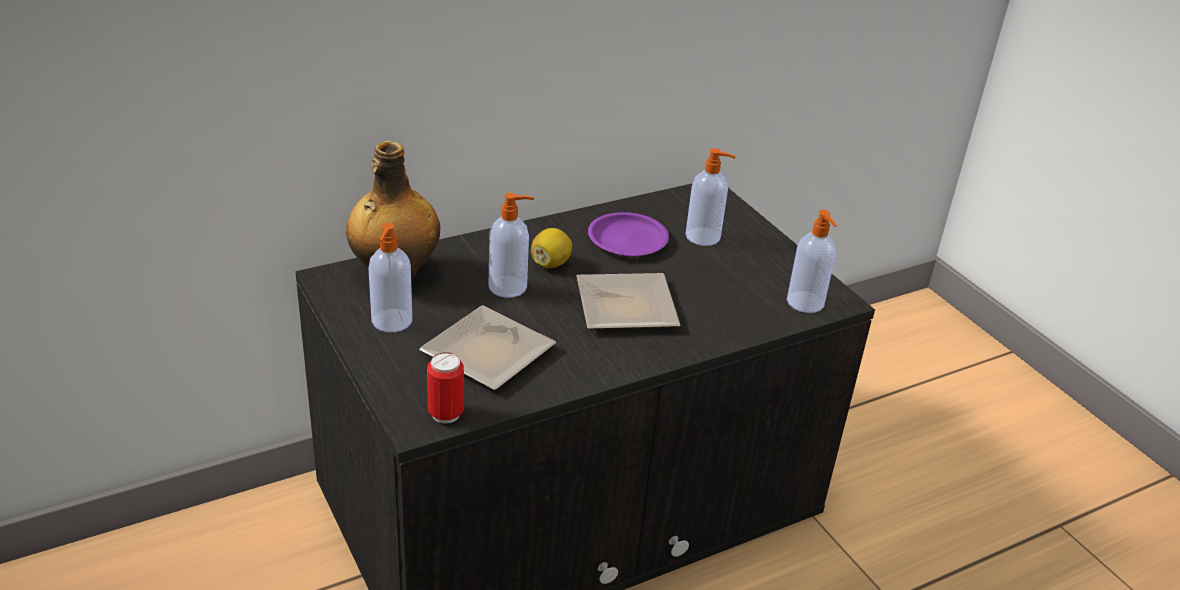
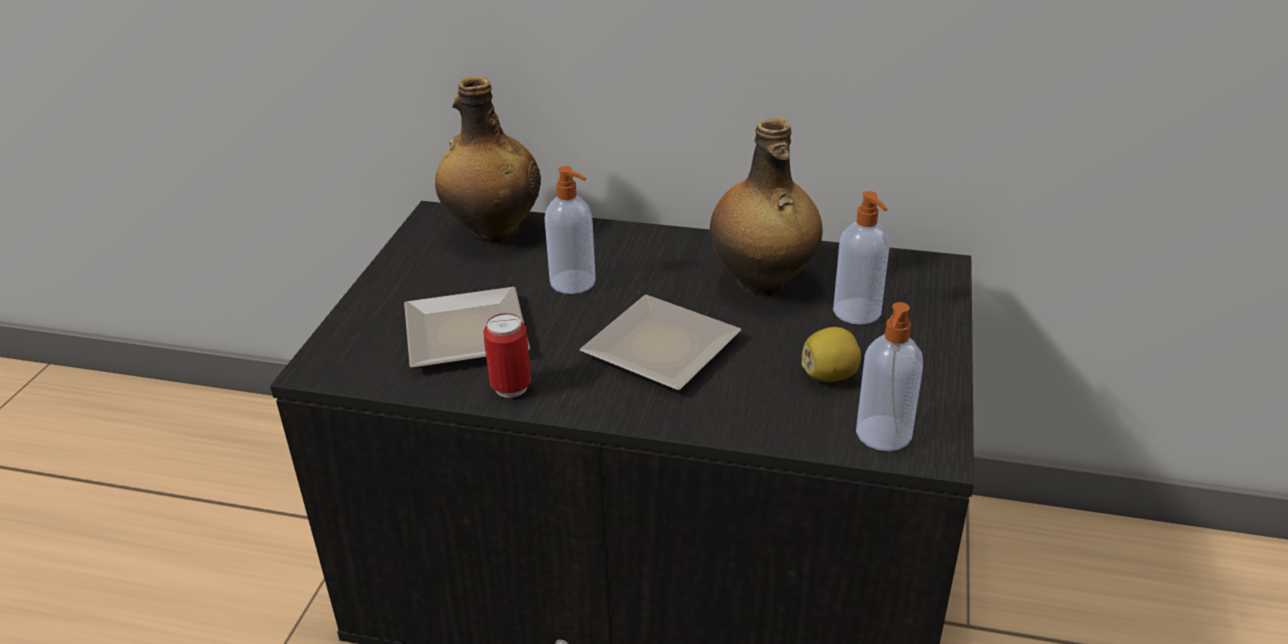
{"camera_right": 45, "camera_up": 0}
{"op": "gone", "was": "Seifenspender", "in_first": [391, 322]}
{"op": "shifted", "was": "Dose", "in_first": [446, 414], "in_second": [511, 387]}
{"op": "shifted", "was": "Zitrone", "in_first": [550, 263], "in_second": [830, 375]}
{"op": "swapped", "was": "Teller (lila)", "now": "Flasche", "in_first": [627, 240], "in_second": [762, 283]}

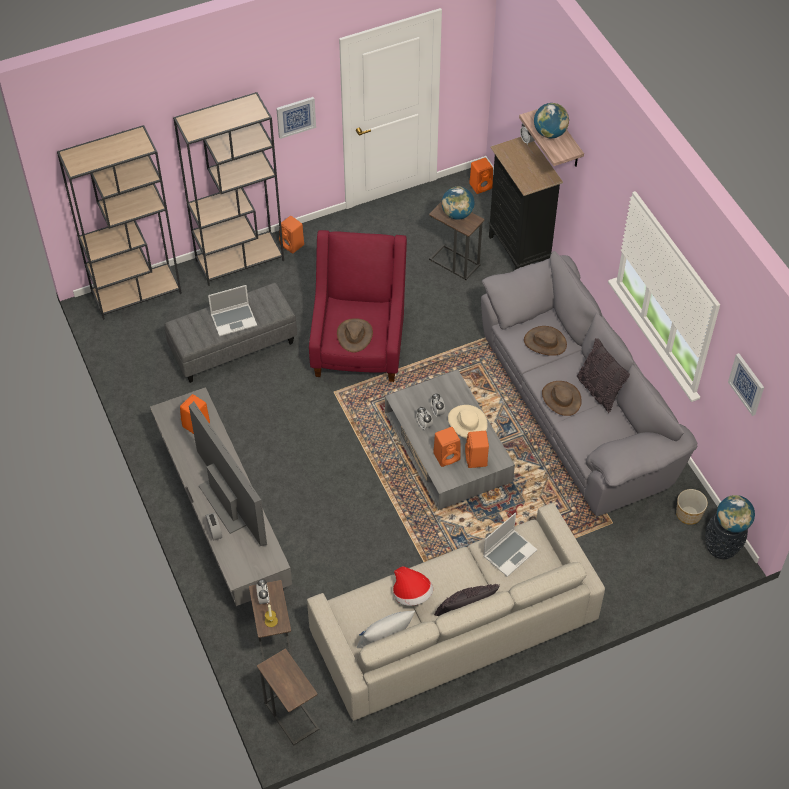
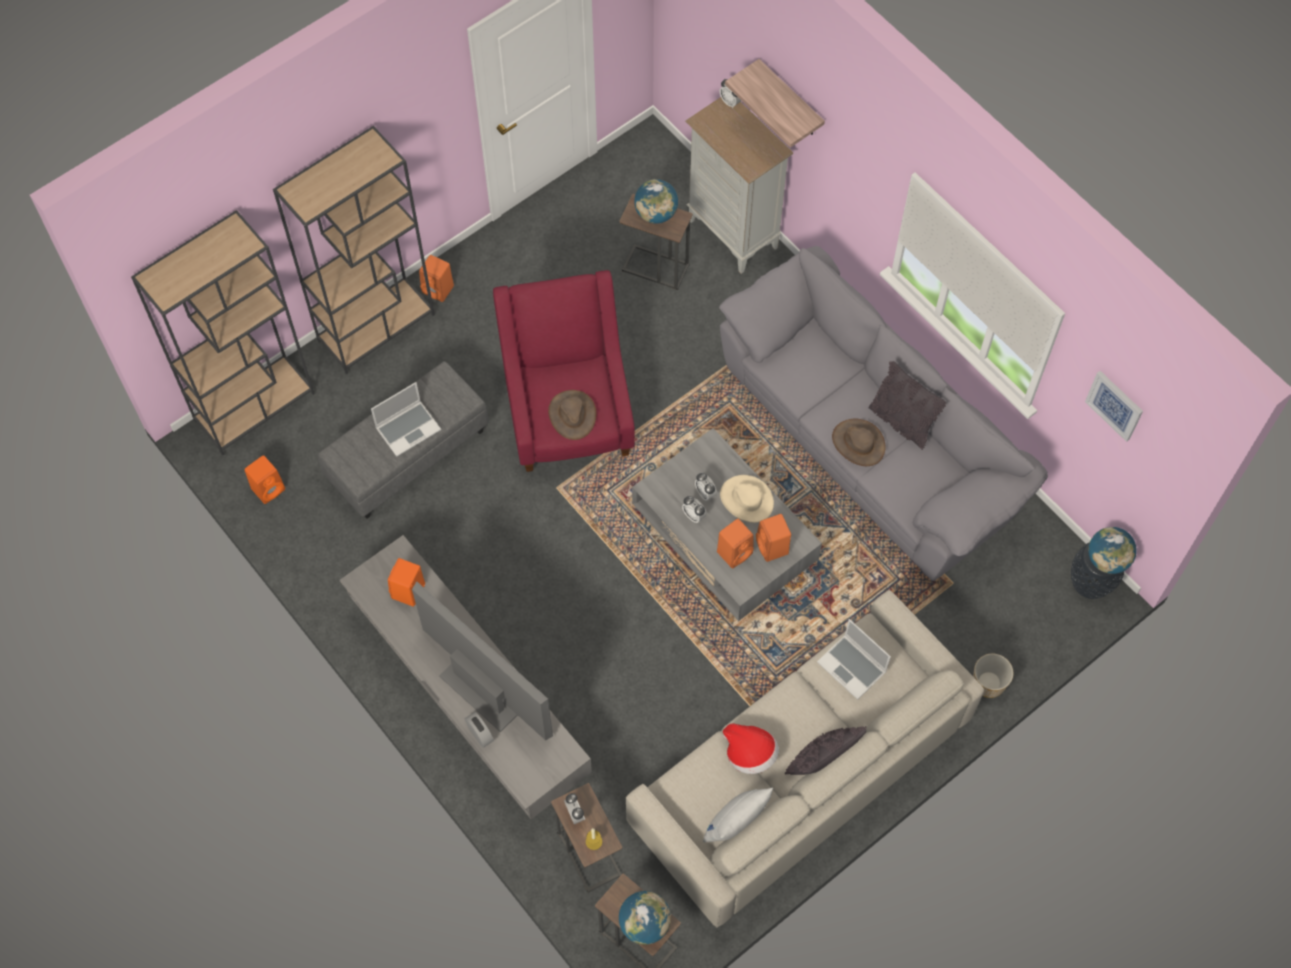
{"camera_right": -15, "camera_up": 10}
{"op": "gone", "was": "Bild", "in_first": [295, 116]}
{"op": "shifted", "was": "Lautsprecher (orange)", "in_first": [481, 186], "in_second": [269, 488]}
{"op": "rotated", "was": "Laptop", "in_first": [509, 553], "in_second": [853, 667], "clockwise": 105}
{"op": "repainted", "was": "Kommode (schwarz)", "now": "Kommode (weiß)", "in_first": [518, 253], "in_second": [733, 236]}
{"op": "gone", "was": "Hut (braun)", "in_first": [545, 342]}
{"op": "shifted", "was": "Globus", "in_first": [550, 133], "in_second": [644, 924]}
{"op": "shifted", "was": "Pflanzkübel", "in_first": [688, 515], "in_second": [988, 683]}

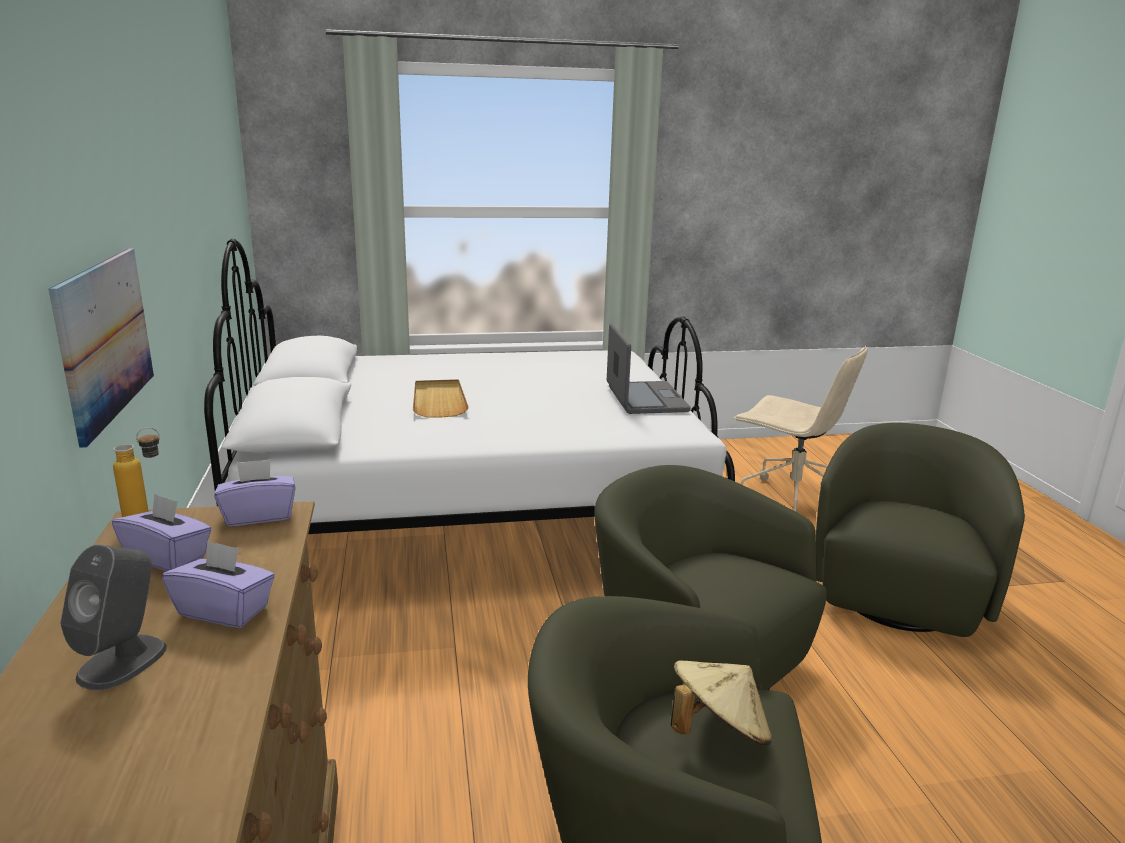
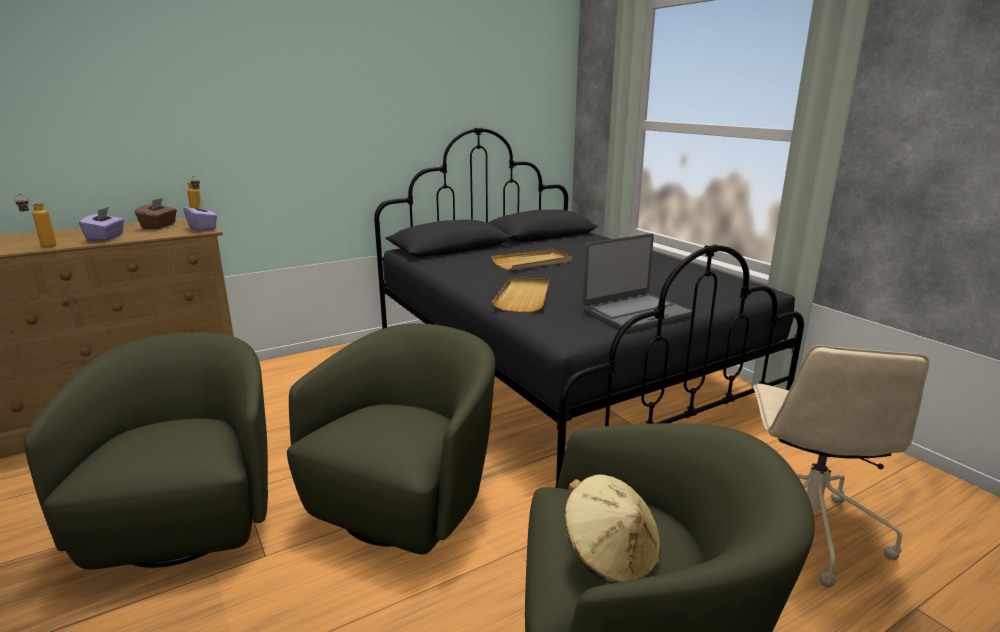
{"camera_right": 70, "camera_up": 0}
{"op": "gone", "was": "Bild", "in_first": [105, 339]}
{"op": "gone", "was": "Lautsprecher (grau)", "in_first": [123, 661]}
{"op": "repainted", "was": "Taschentuchbox (lila)", "now": "Taschentuchbox (braun)", "in_first": [167, 557], "in_second": [159, 226]}
{"op": "repainted", "was": "Bett (weiß)", "now": "Bett (schwarz)", "in_first": [476, 514], "in_second": [562, 368]}
{"op": "shifted", "was": "Hut (beige)", "in_first": [718, 731], "in_second": [610, 555]}
{"op": "new", "now": "Flasche", "in_second": [42, 247]}
{"op": "new", "now": "Tablett (beige)", "in_second": [524, 297]}

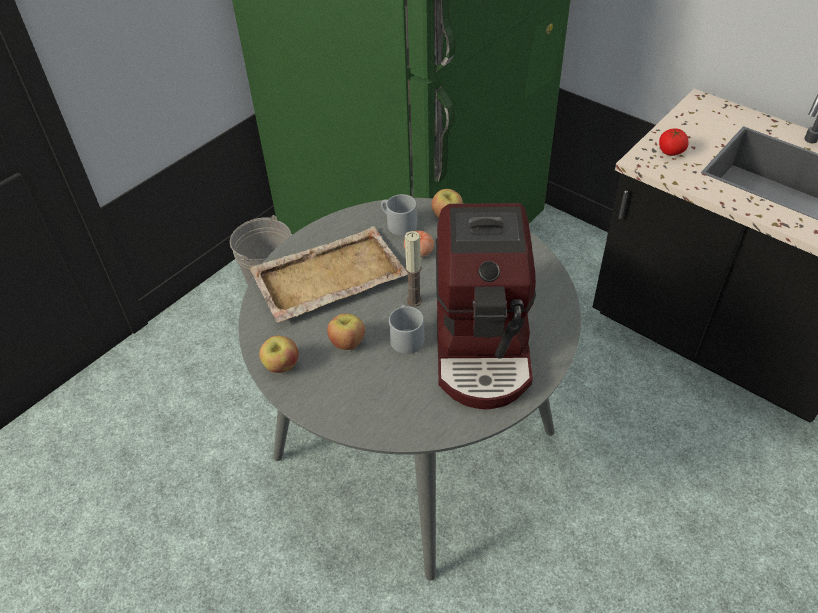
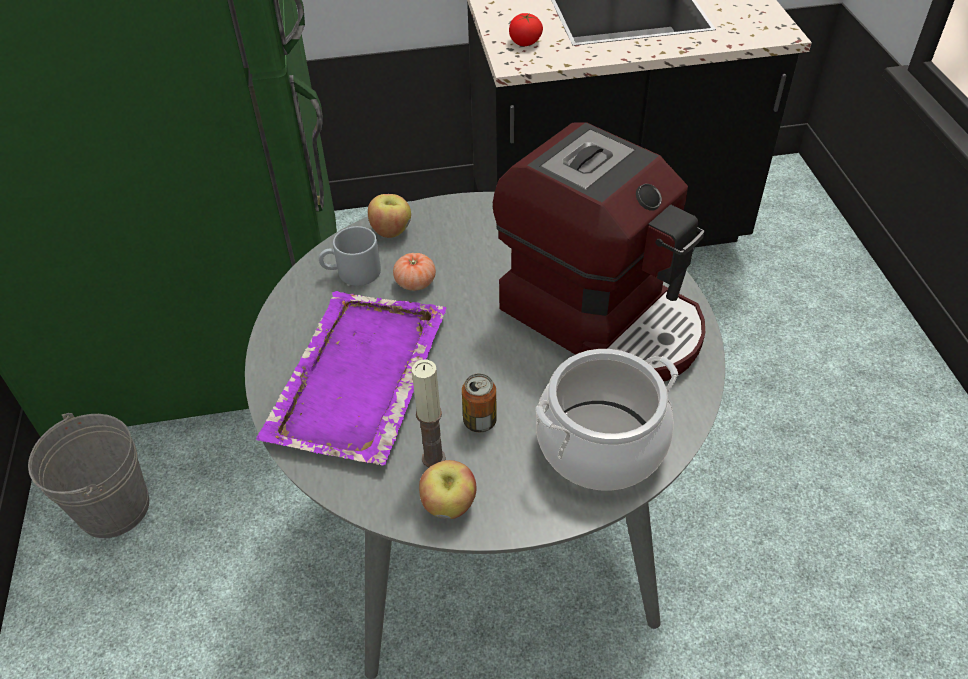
{"camera_right": -50, "camera_up": 0}
{"op": "repainted", "was": "Tablett (beige)", "now": "Tablett (lila)", "in_first": [327, 277], "in_second": [357, 379]}
{"op": "swapped", "was": "Apfel", "now": "Dose", "in_first": [347, 342], "in_second": [480, 421]}
{"op": "gone", "was": "Henkelbecher (grau)", "in_first": [405, 336]}
{"op": "shifted", "was": "Kerze", "in_first": [414, 300], "in_second": [433, 458]}
{"op": "new", "now": "Kochtopf", "in_second": [600, 444]}

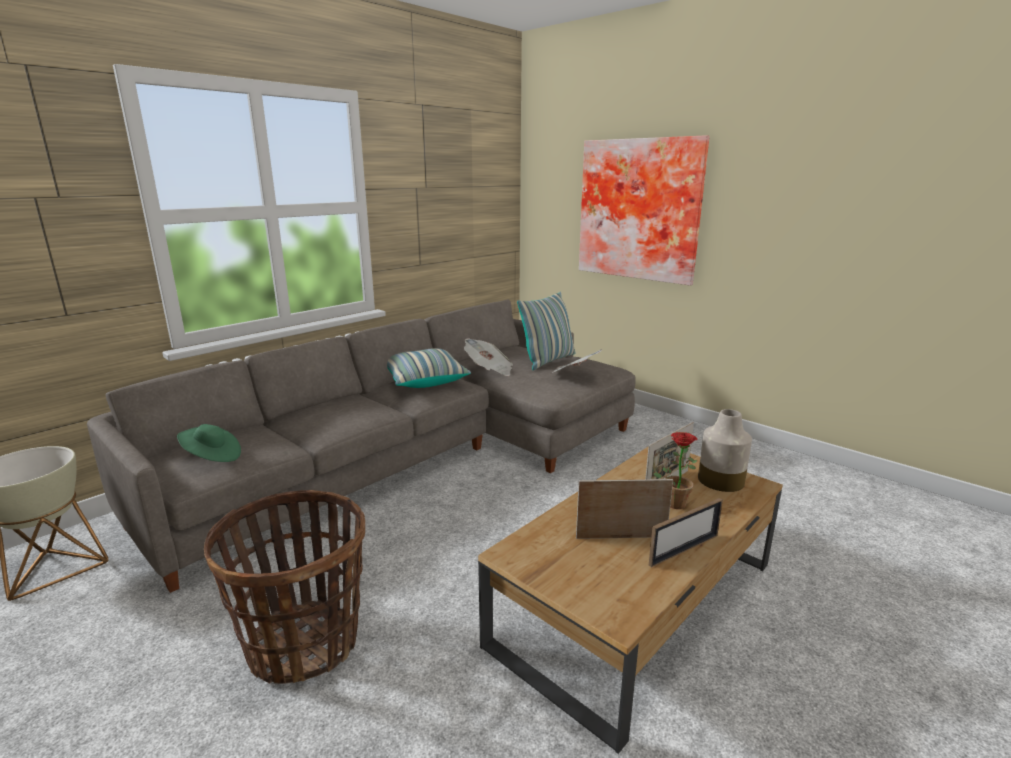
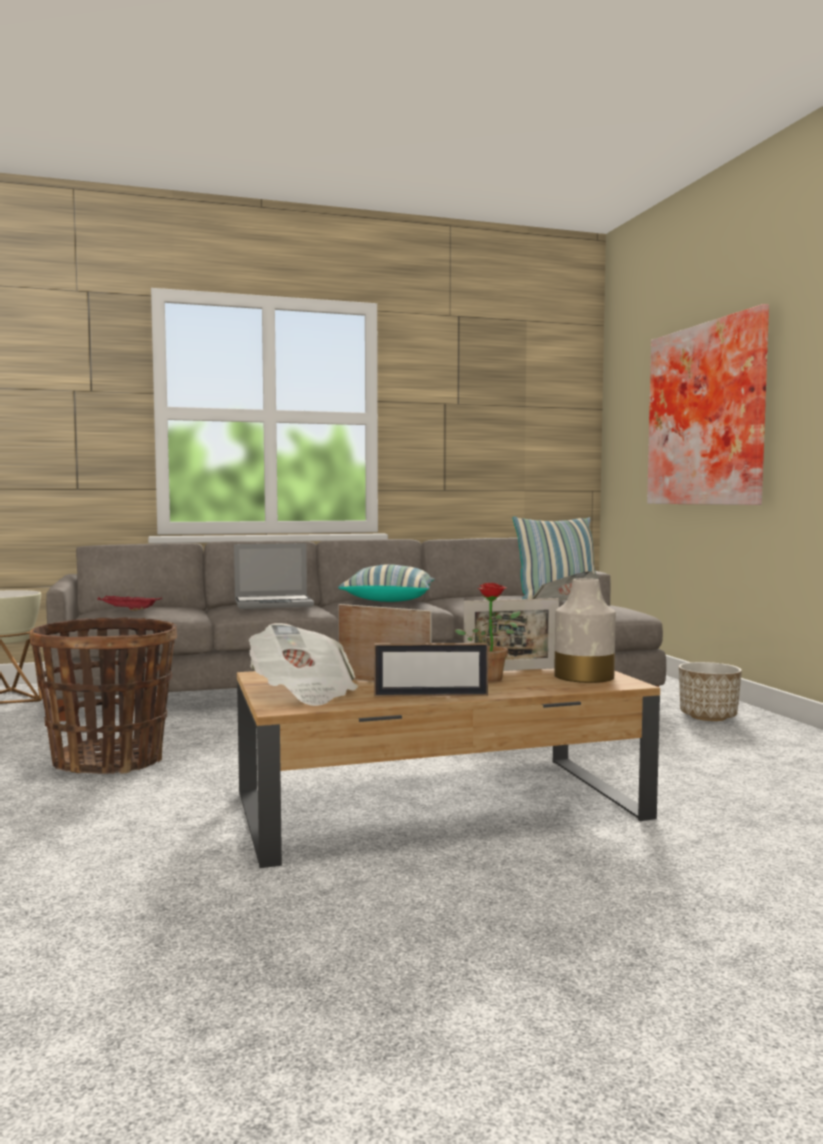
{"camera_right": 30, "camera_up": -15}
{"op": "swapped", "was": "Hut (grün)", "now": "Tablett (rot)", "in_first": [212, 457], "in_second": [128, 610]}
{"op": "shifted", "was": "Zeitung", "in_first": [489, 370], "in_second": [303, 693]}
{"op": "new", "now": "Laptop", "in_second": [274, 604]}
{"op": "new", "now": "Pflanzkübel", "in_second": [708, 717]}

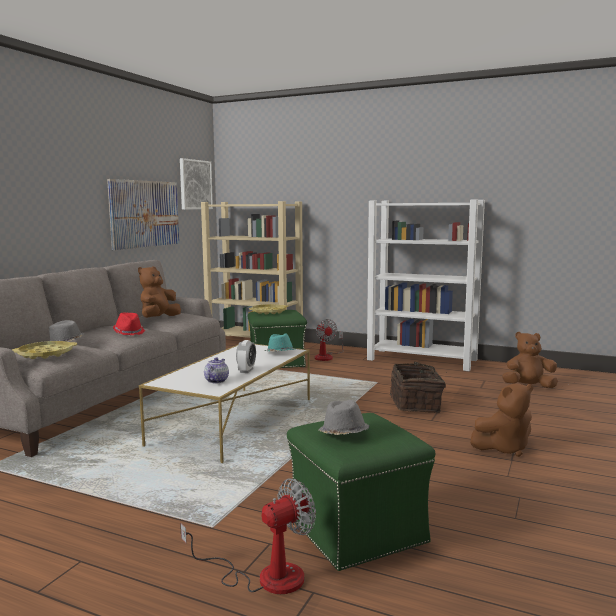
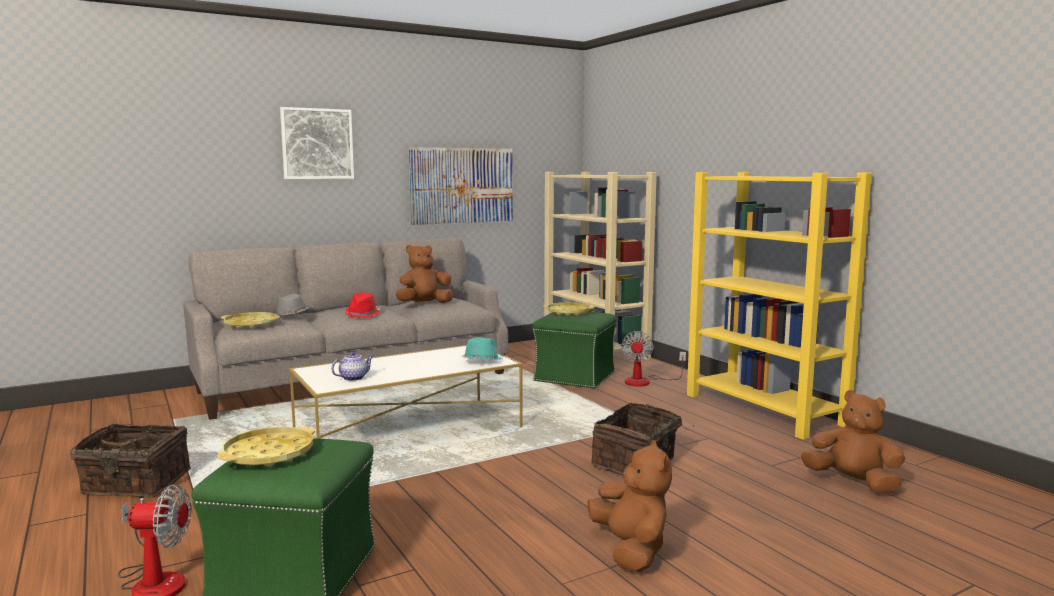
{"camera_right": 35, "camera_up": 0}
{"op": "shifted", "was": "Bild", "in_first": [195, 184], "in_second": [317, 144]}
{"op": "gone", "was": "Wecker", "in_first": [246, 370]}
{"op": "swapped", "was": "Hut (grau)", "now": "Tablett (gelb)", "in_first": [343, 434], "in_second": [268, 454]}
{"op": "repainted", "was": "Bücherregal (weiß)", "now": "Bücherregal (gelb)", "in_first": [422, 360], "in_second": [764, 410]}
{"op": "rotated", "was": "Plüschtier (braun)", "in_first": [504, 448], "in_second": [631, 550], "clockwise": -120}
{"op": "new", "now": "Korb", "in_second": [135, 484]}

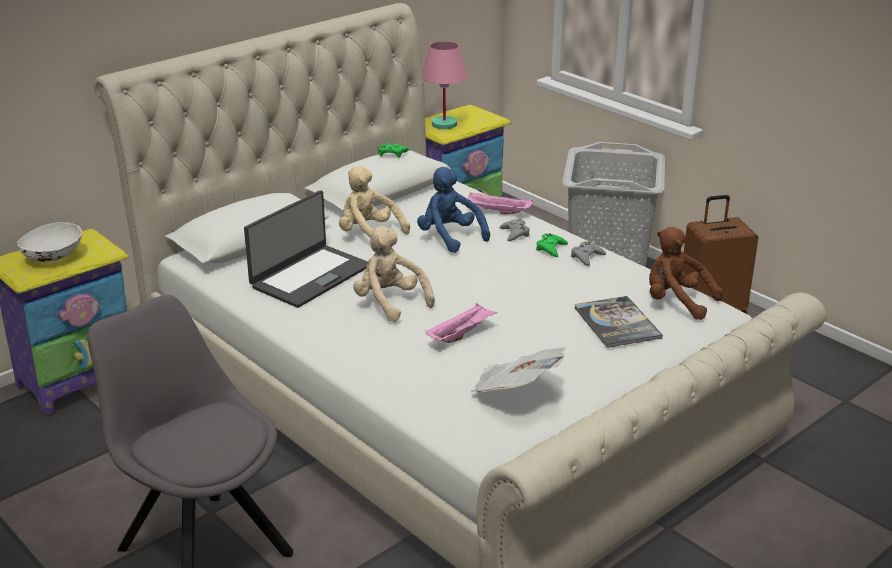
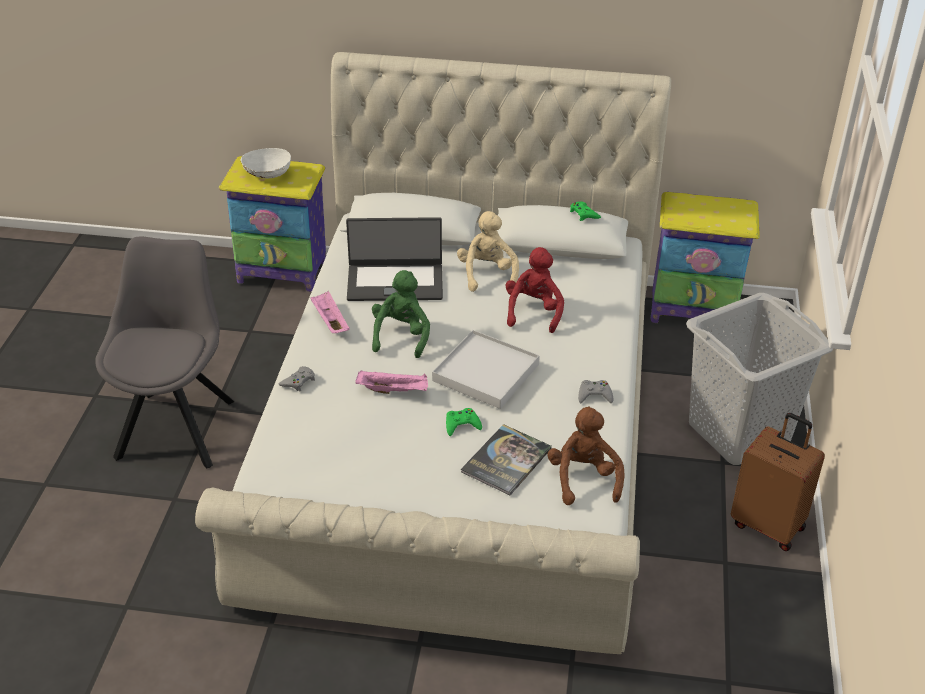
{"camera_right": 50, "camera_up": 10}
{"op": "repainted", "was": "Plüschtier (beige)", "now": "Plüschtier (grün)", "in_first": [390, 303], "in_second": [401, 336]}
{"op": "repainted", "was": "Plüschtier (blau)", "now": "Plüschtier (rot)", "in_first": [449, 237], "in_second": [534, 312]}
{"op": "gone", "was": "Tischlampe (rosa)", "in_first": [444, 124]}
{"op": "shifted", "was": "Tablett (rosa)", "in_first": [497, 212], "in_second": [330, 321]}
{"op": "gone", "was": "Zeitung", "in_first": [516, 391]}
{"op": "shifted", "was": "Gamepad (grau)", "in_first": [515, 233], "in_second": [298, 381]}
{"op": "shifted", "was": "Gamepad (grün)", "in_first": [551, 248], "in_second": [462, 425]}
{"op": "new", "now": "Tablett (weiß)", "in_second": [486, 373]}

